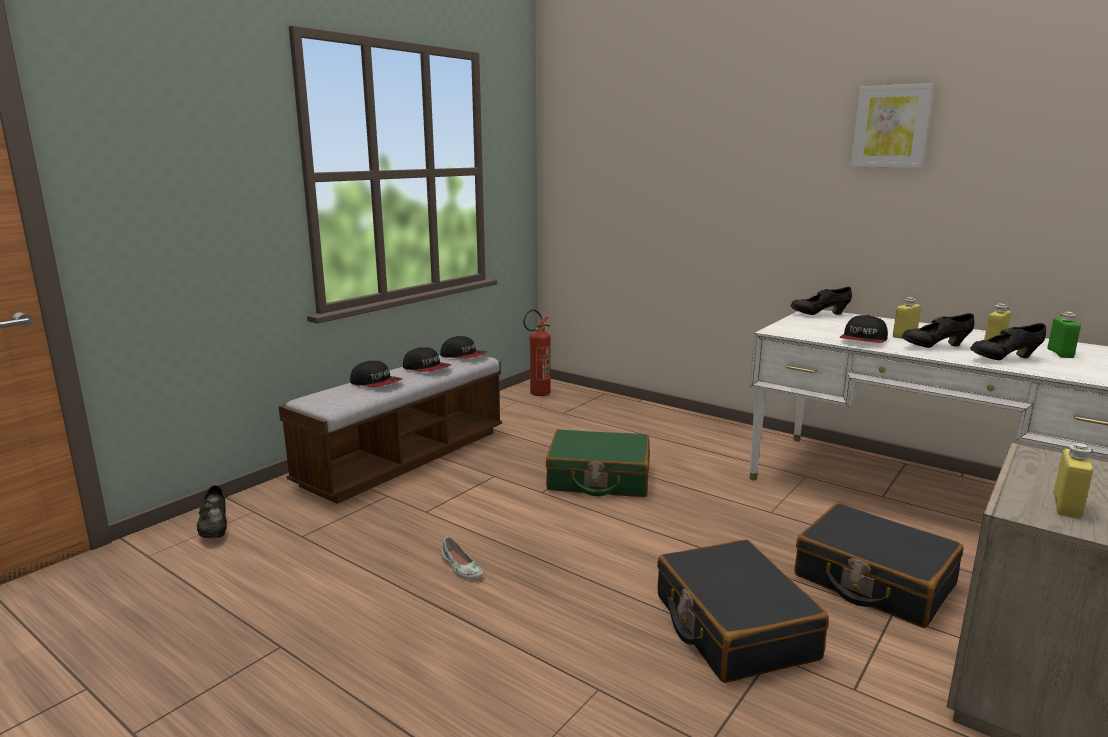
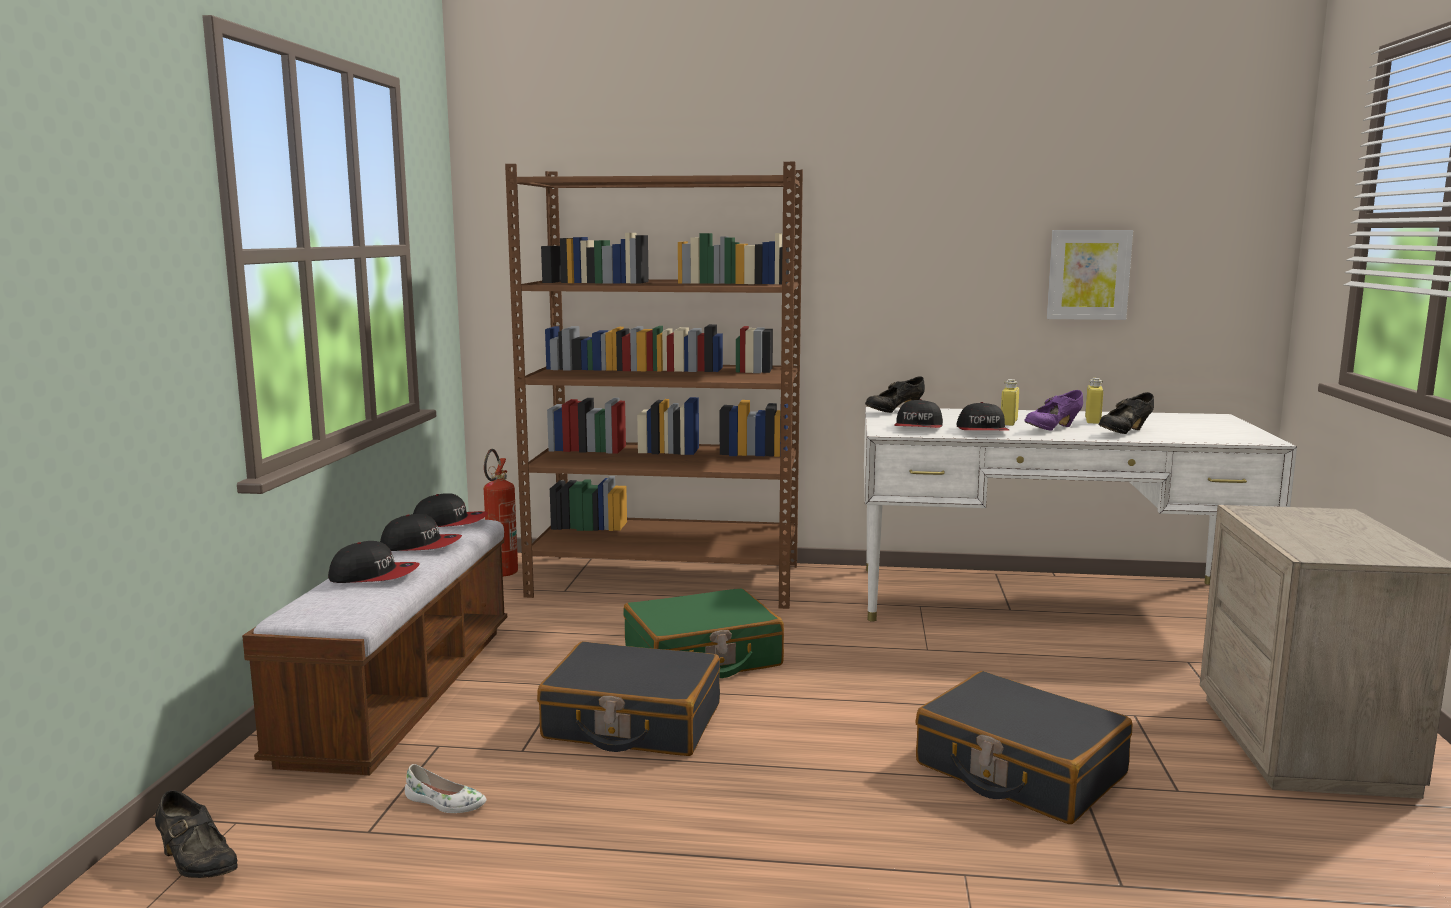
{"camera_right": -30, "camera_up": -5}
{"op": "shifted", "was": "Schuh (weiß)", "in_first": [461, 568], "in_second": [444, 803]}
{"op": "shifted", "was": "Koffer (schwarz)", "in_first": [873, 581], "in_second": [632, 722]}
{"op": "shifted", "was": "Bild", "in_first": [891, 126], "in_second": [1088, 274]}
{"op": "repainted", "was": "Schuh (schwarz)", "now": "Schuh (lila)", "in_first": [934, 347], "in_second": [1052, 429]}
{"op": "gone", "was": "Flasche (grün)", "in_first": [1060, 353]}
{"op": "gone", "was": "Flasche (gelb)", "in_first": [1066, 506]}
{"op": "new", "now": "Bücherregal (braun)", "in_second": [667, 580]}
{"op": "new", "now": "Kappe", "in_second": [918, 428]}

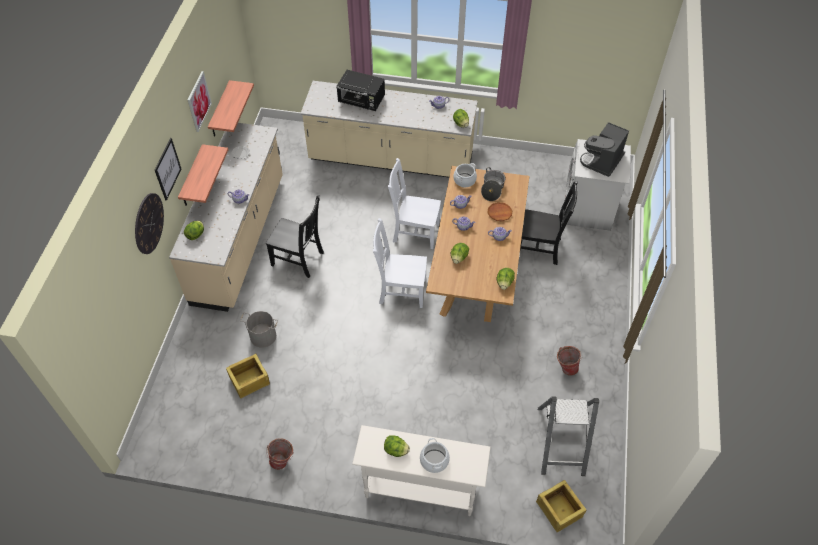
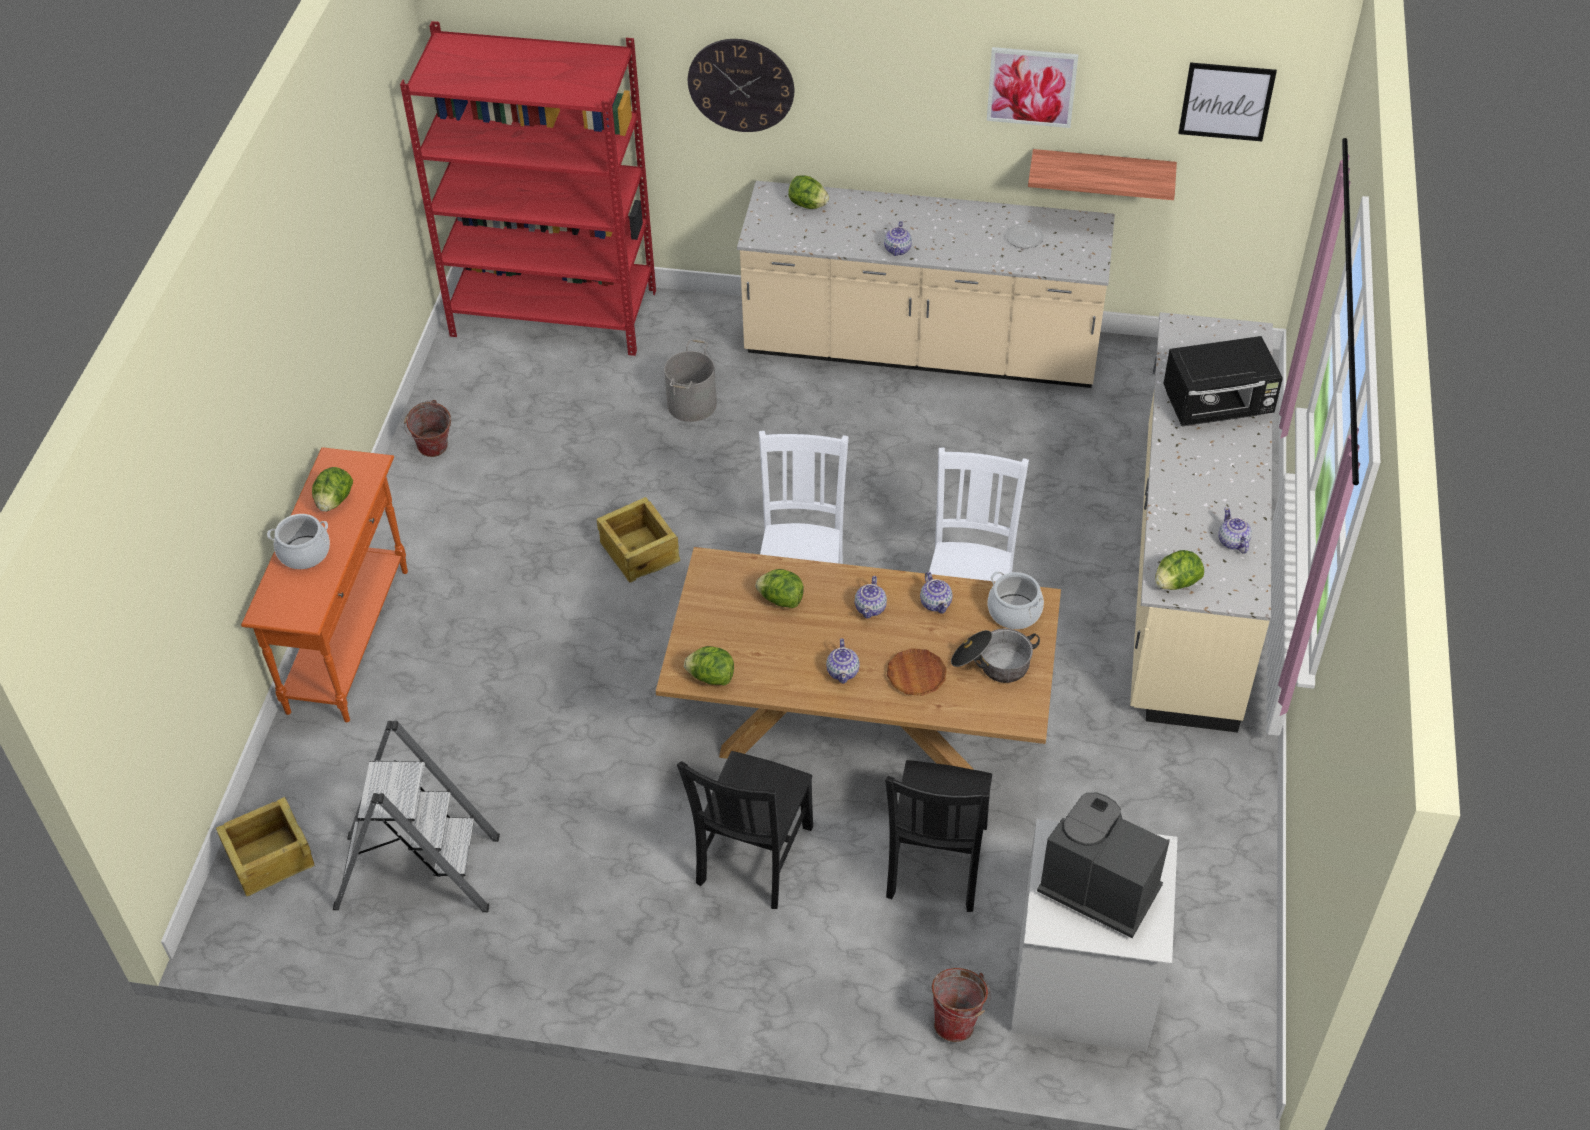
{"camera_right": 90, "camera_up": -5}
{"op": "shifted", "was": "Bild", "in_first": [167, 169], "in_second": [1226, 101]}
{"op": "gone", "was": "Wandregal", "in_first": [192, 177]}
{"op": "shifted", "was": "Kiste", "in_first": [249, 380], "in_second": [640, 551]}
{"op": "shifted", "was": "Stuhl (schwarz)", "in_first": [299, 259], "in_second": [752, 858]}
{"op": "rotated", "was": "Mikrowelle (schwarz)", "in_first": [362, 101], "in_second": [1218, 406], "clockwise": -120}
{"op": "repainted", "was": "Konsolentisch (weiß)", "now": "Konsolentisch (orange)", "in_first": [420, 490], "in_second": [349, 639]}
{"op": "shifted", "was": "Eimer", "in_first": [566, 367], "in_second": [958, 1020]}
{"op": "new", "now": "Bücherregal (rot)", "in_second": [554, 313]}

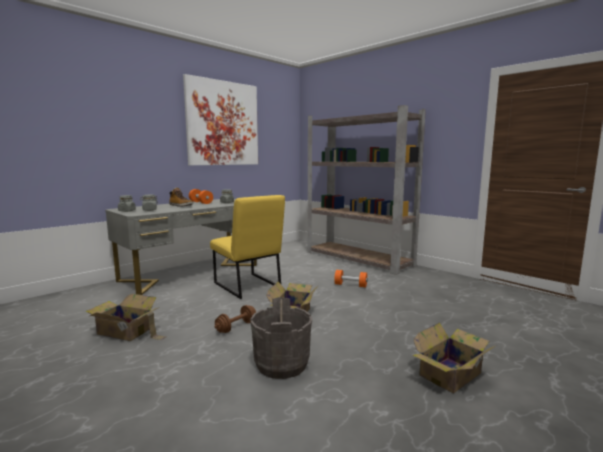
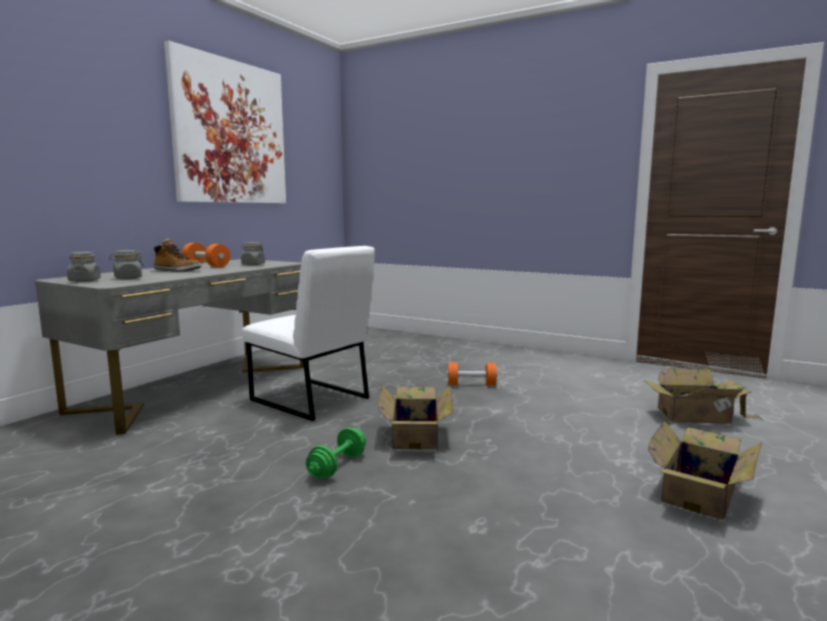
{"camera_right": -15, "camera_up": 0}
{"op": "shifted", "was": "Karton", "in_first": [126, 332], "in_second": [696, 416]}
{"op": "repainted", "was": "Stuhl (gelb)", "now": "Stuhl (weiß)", "in_first": [247, 286], "in_second": [311, 400]}
{"op": "repainted", "was": "Hantel (braun)", "now": "Hantel (grün)", "in_first": [236, 327], "in_second": [337, 466]}
{"op": "gone", "was": "Eimer (grau)", "in_first": [281, 364]}
{"op": "gone", "was": "Bücherregal (braun)", "in_first": [358, 258]}

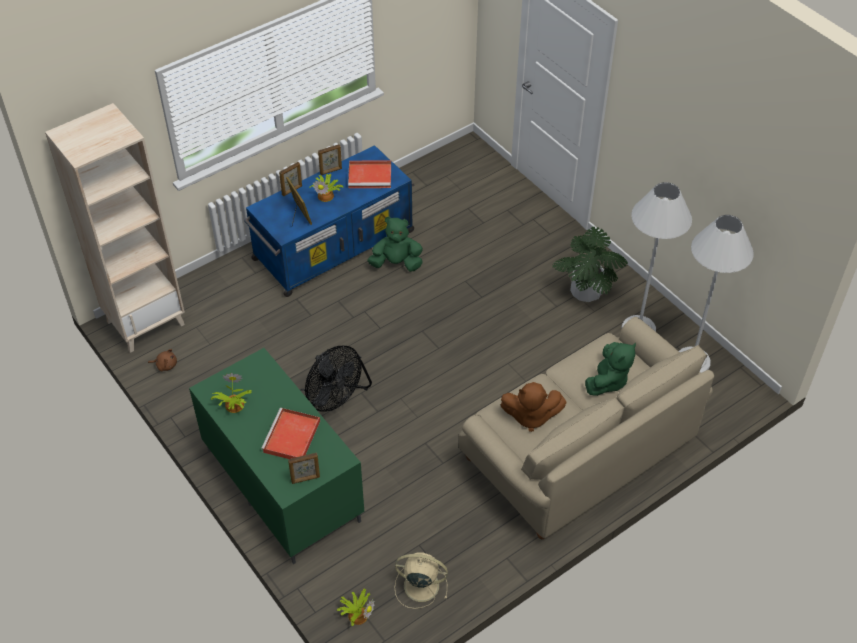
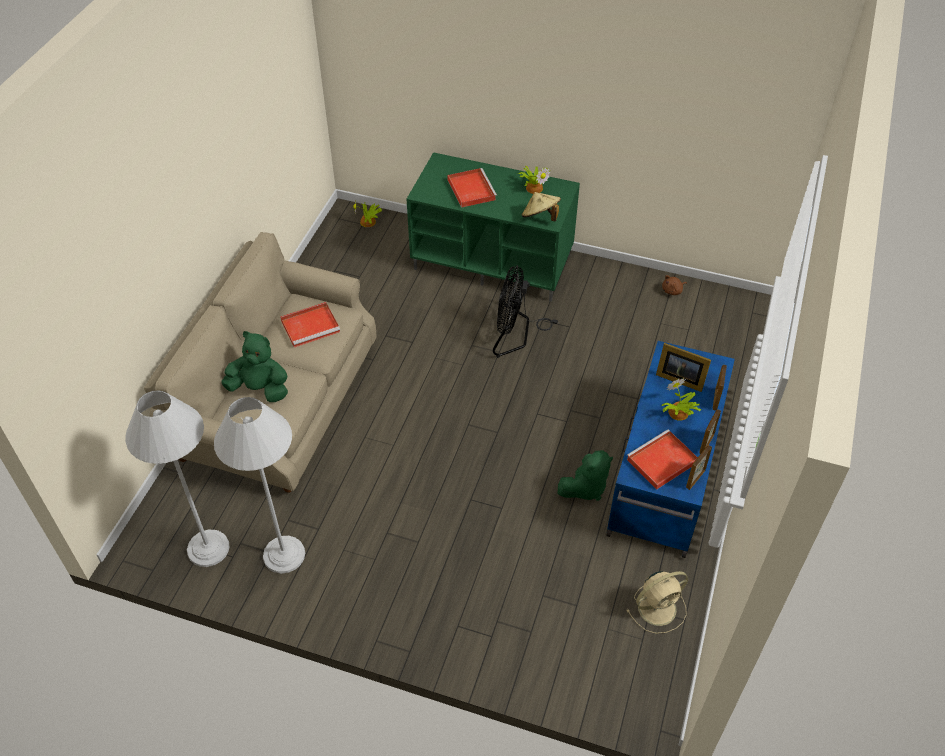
{"camera_right": 145, "camera_up": 0}
{"op": "gone", "was": "Bücherregal (beige)", "in_first": [146, 322]}
{"op": "shifted", "was": "Bilderrahmen", "in_first": [305, 479], "in_second": [695, 479]}
{"op": "shifted", "was": "Ventilator (beige)", "in_first": [419, 585], "in_second": [658, 607]}
{"op": "swapped", "was": "Plüschtier (braun)", "now": "Tablett (rot)", "in_first": [530, 416], "in_second": [311, 326]}
{"op": "gone", "was": "Topfpflanze", "in_first": [585, 292]}
{"op": "rotated", "was": "Plüschtier (grün)", "in_first": [608, 381], "in_second": [260, 389], "clockwise": 105}
{"op": "new", "now": "Hut (beige)", "in_second": [540, 217]}

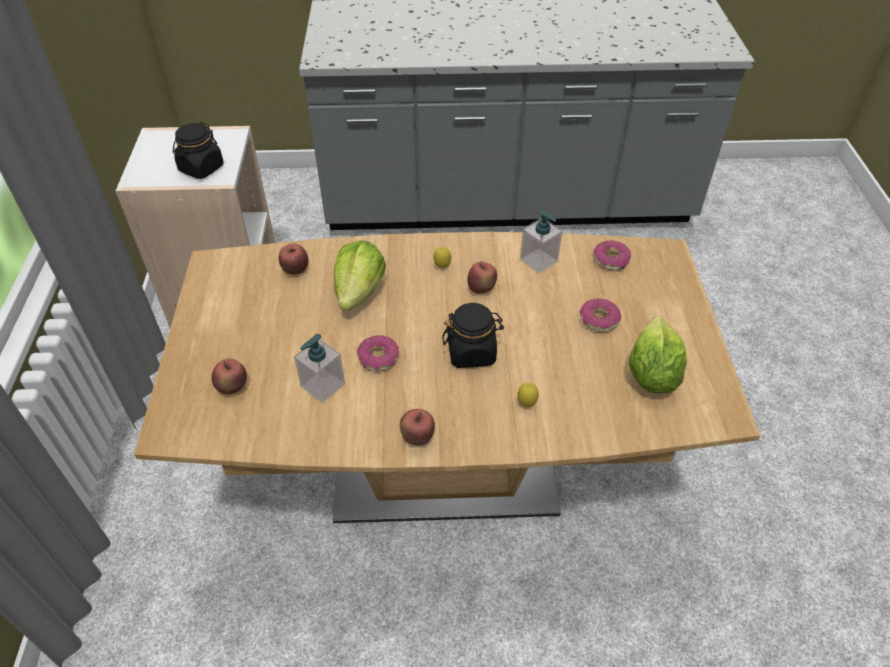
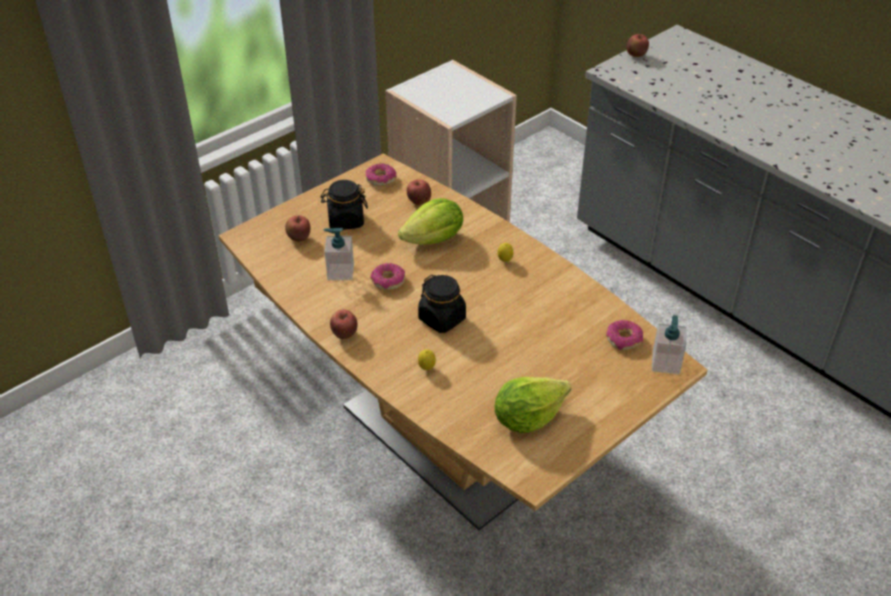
{"camera_right": 50, "camera_up": -5}
{"op": "shifted", "was": "Vorratsglas (schwarz)", "in_first": [201, 168], "in_second": [345, 220]}
{"op": "shifted", "was": "Apfel", "in_first": [481, 289], "in_second": [636, 55]}
{"op": "shifted", "was": "Seifenspender", "in_first": [539, 260], "in_second": [665, 363]}
{"op": "shifted", "was": "Donut", "in_first": [598, 320], "in_second": [380, 179]}

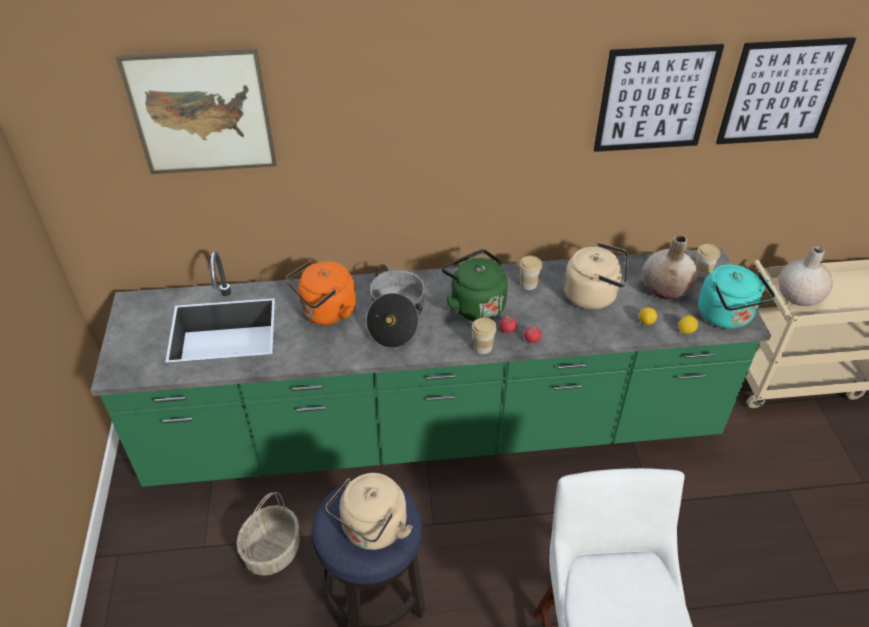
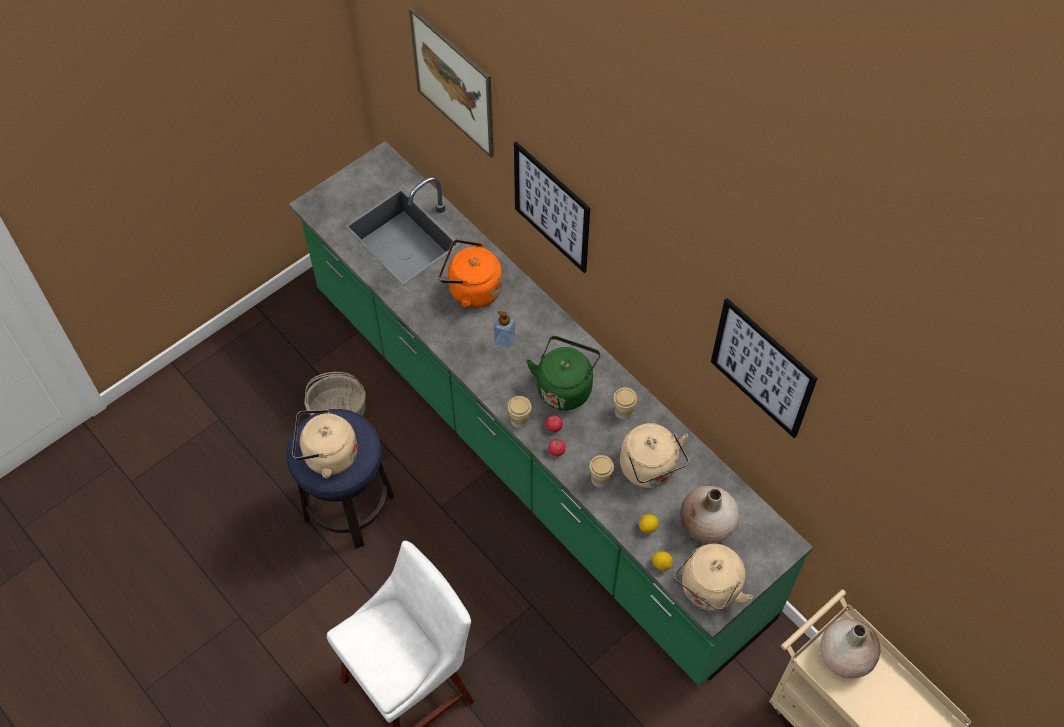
{"camera_right": 55, "camera_up": 15}
{"op": "swapped", "was": "Kochtopf", "now": "Seifenspender", "in_first": [396, 317], "in_second": [505, 339]}
{"op": "shifted", "was": "Tasse", "in_first": [702, 272], "in_second": [600, 479]}
{"op": "repainted", "was": "Wasserkessel (türkis)", "now": "Wasserkessel (beige)", "in_first": [727, 316], "in_second": [708, 590]}
{"op": "shifted", "was": "Bild", "in_first": [782, 92], "in_second": [551, 207]}

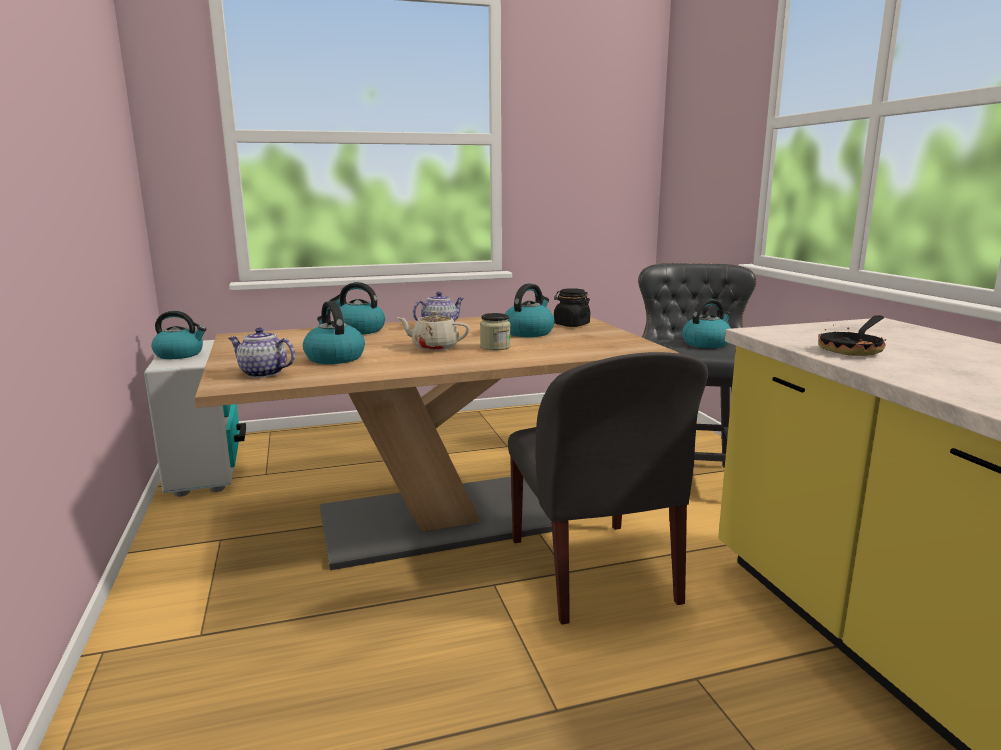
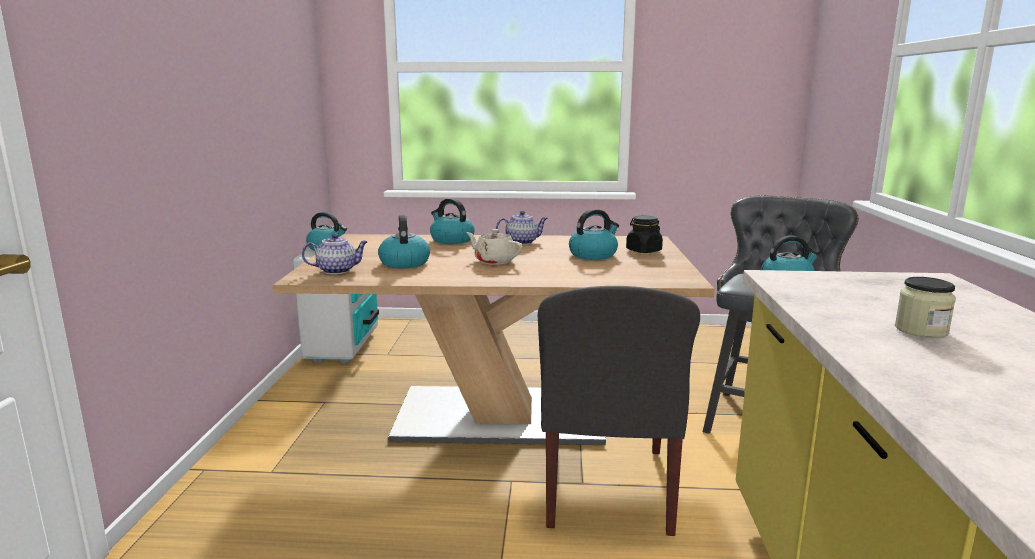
{"camera_right": 20, "camera_up": 0}
{"op": "rotated", "was": "Teekanne", "in_first": [262, 373], "in_second": [338, 270], "clockwise": 120}
{"op": "shifted", "was": "Vorratsglas", "in_first": [495, 347], "in_second": [921, 330]}
{"op": "gone", "was": "Pfanne", "in_first": [854, 349]}

